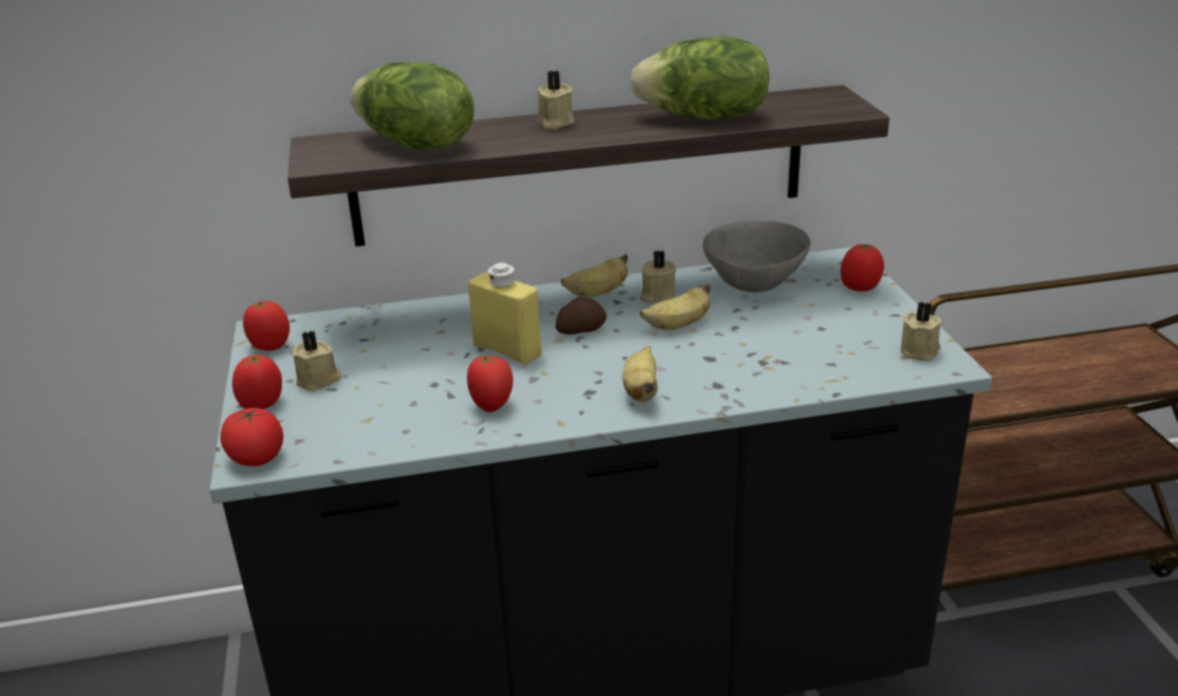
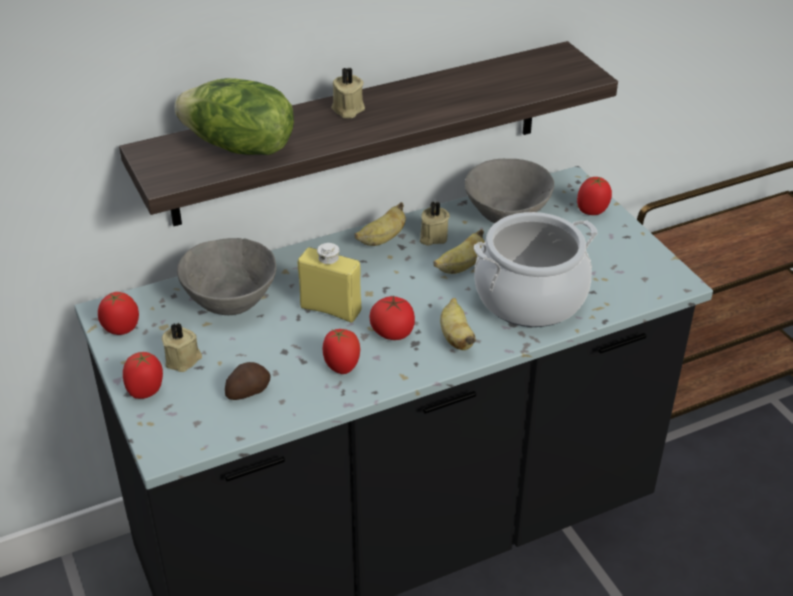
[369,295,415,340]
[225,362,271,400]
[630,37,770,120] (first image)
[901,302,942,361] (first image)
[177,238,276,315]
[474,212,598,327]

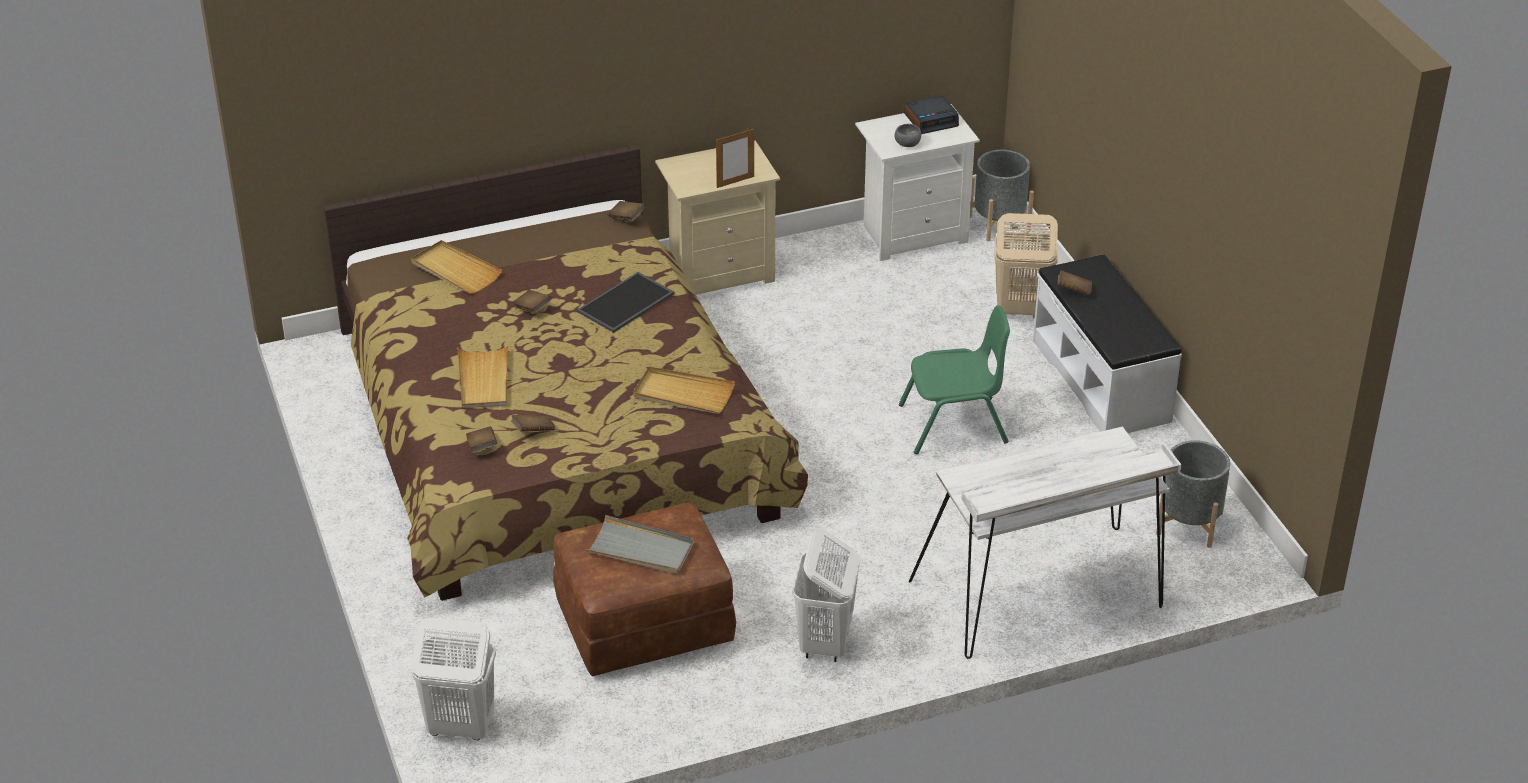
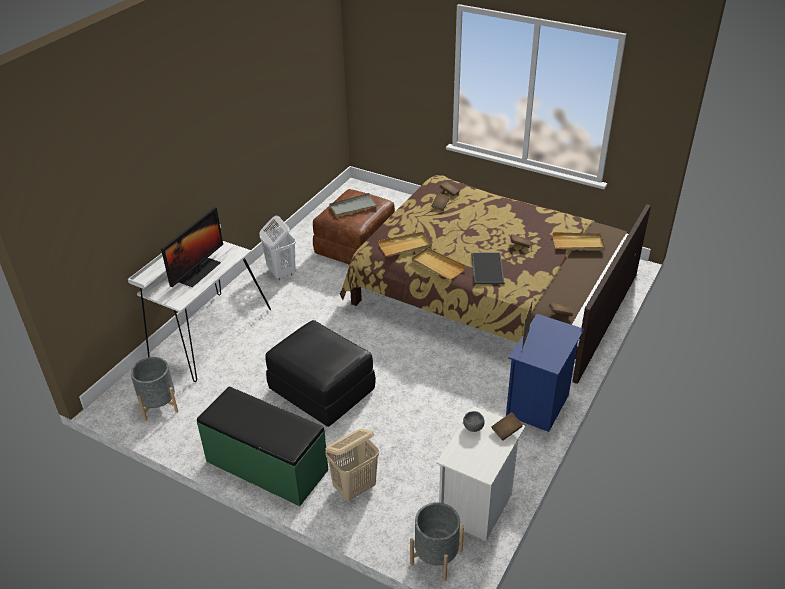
[411,618,496,740] (first image)
[411,248,466,280]
[506,314,584,432]
[265,320,376,427]
[904,96,959,134] (first image)
[197,387,328,506]
[491,412,523,441]
[161,207,223,287]

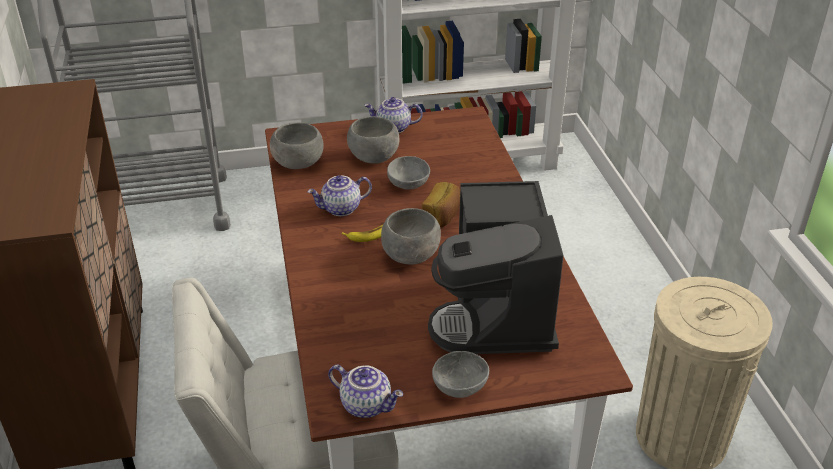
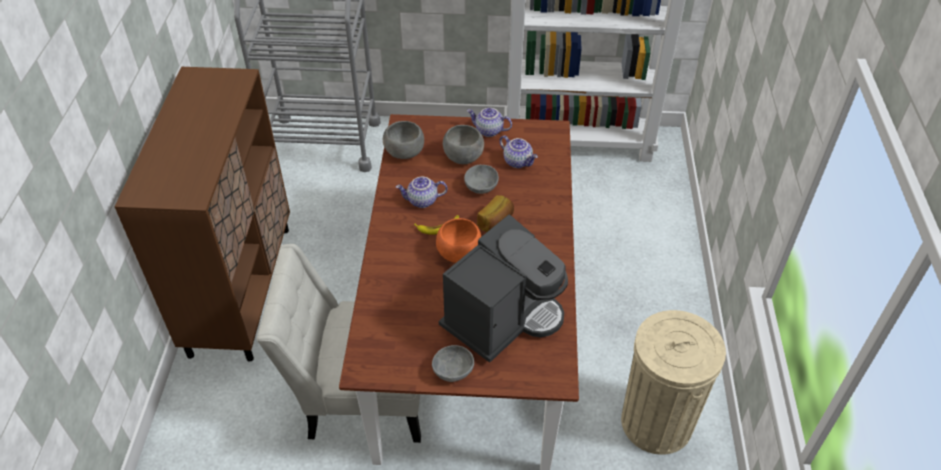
[500,135,538,168]
[436,218,482,263]
[439,214,568,363]

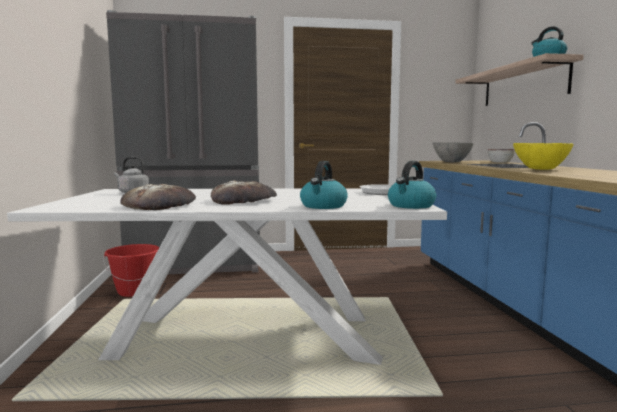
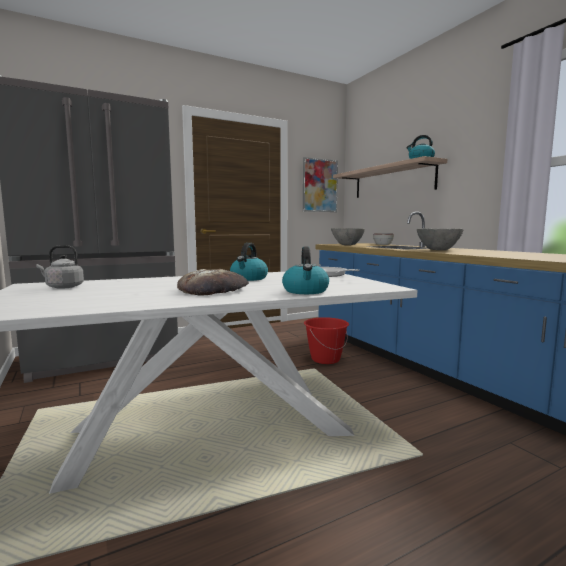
[304,317,349,364]
[120,184,196,210] (first image)
[230,243,268,281]
[417,229,464,250]
[303,157,338,212]

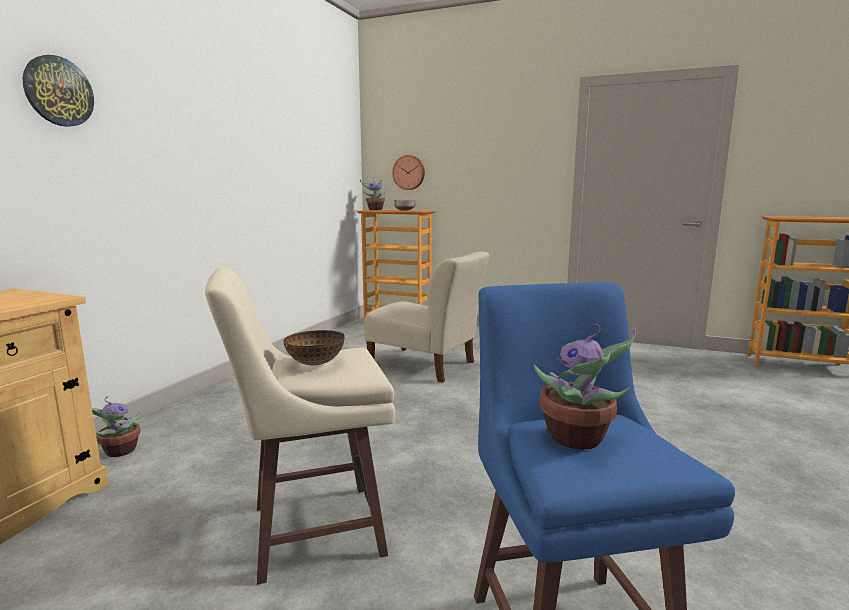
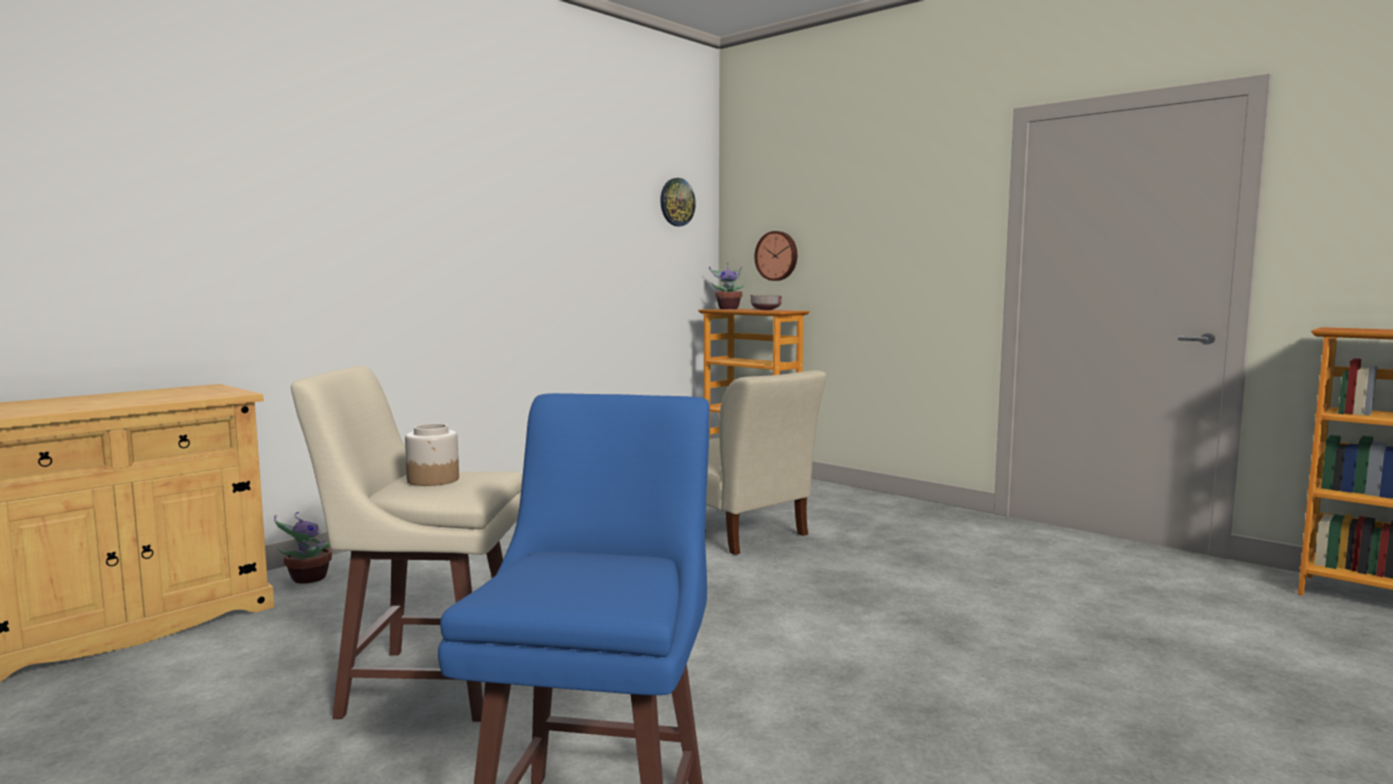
[660,178,696,226]
[405,424,459,486]
[534,323,636,449] (first image)

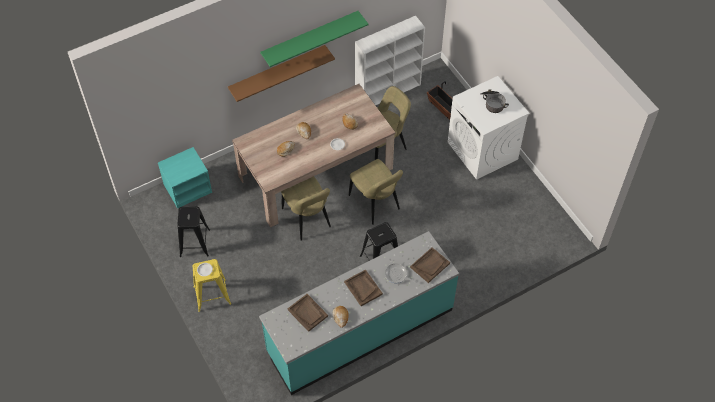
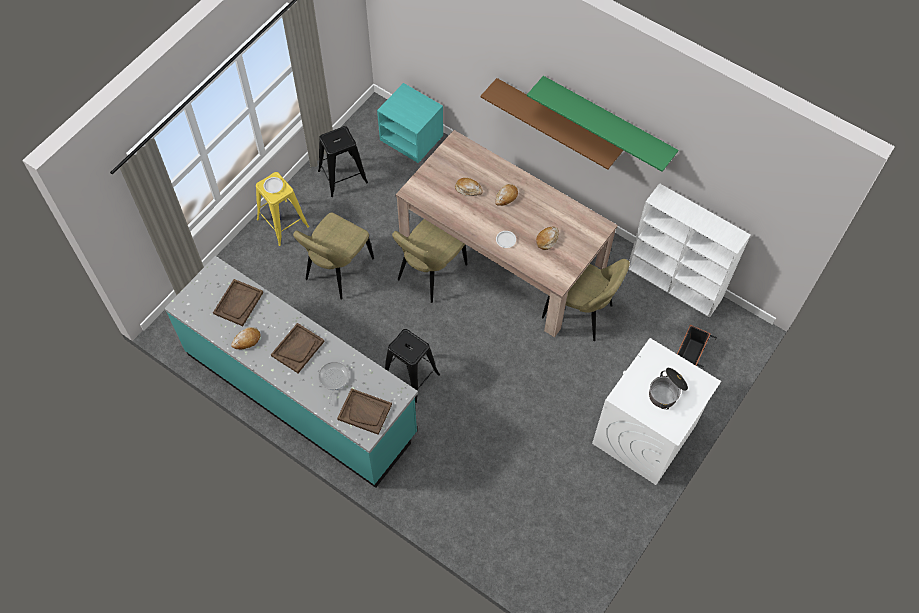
[293,213,374,299]

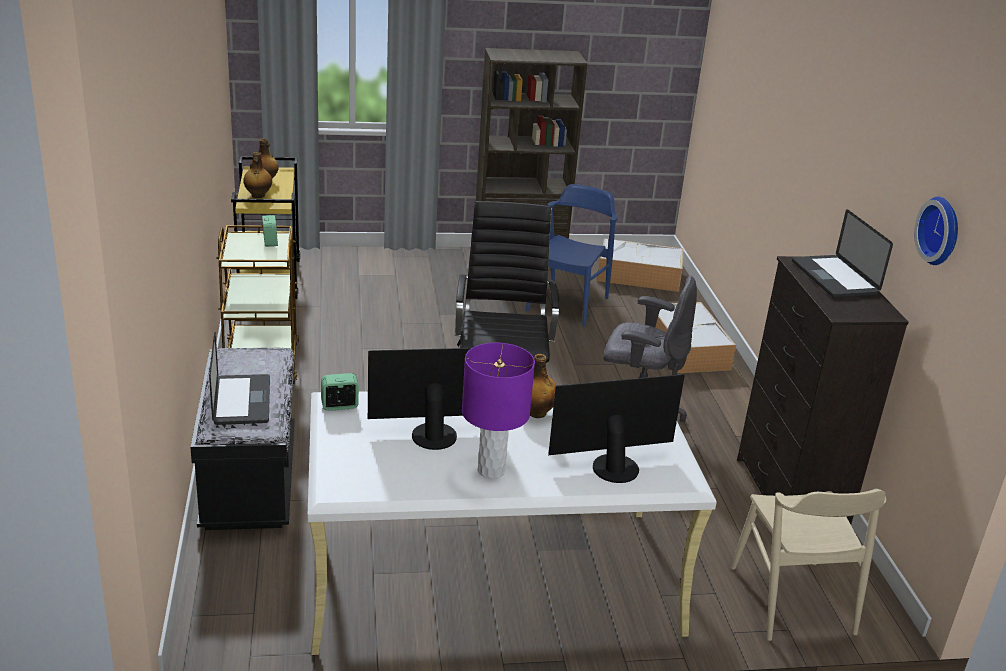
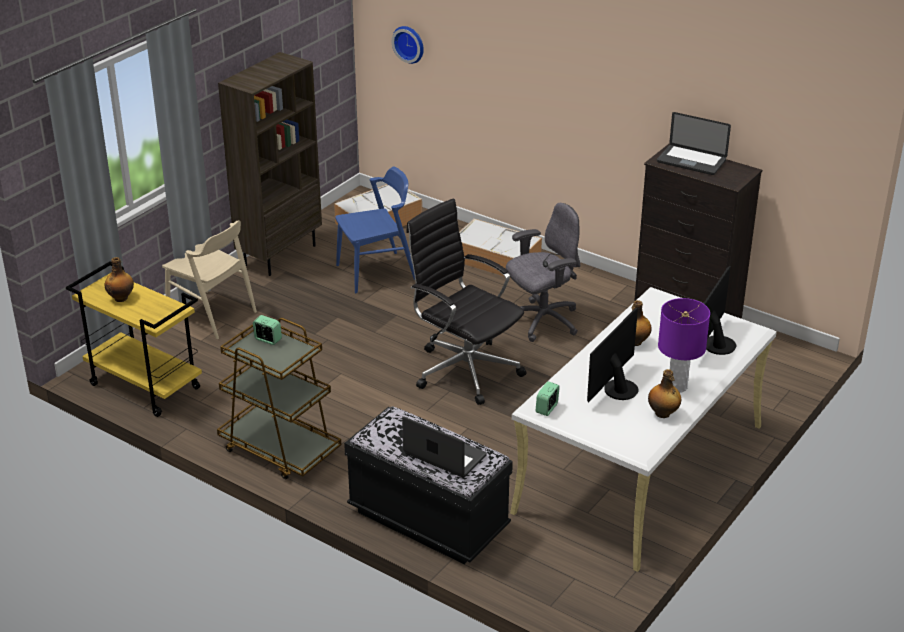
[648,369,681,418]
[335,167,415,293]
[162,220,257,339]
[392,26,424,64]

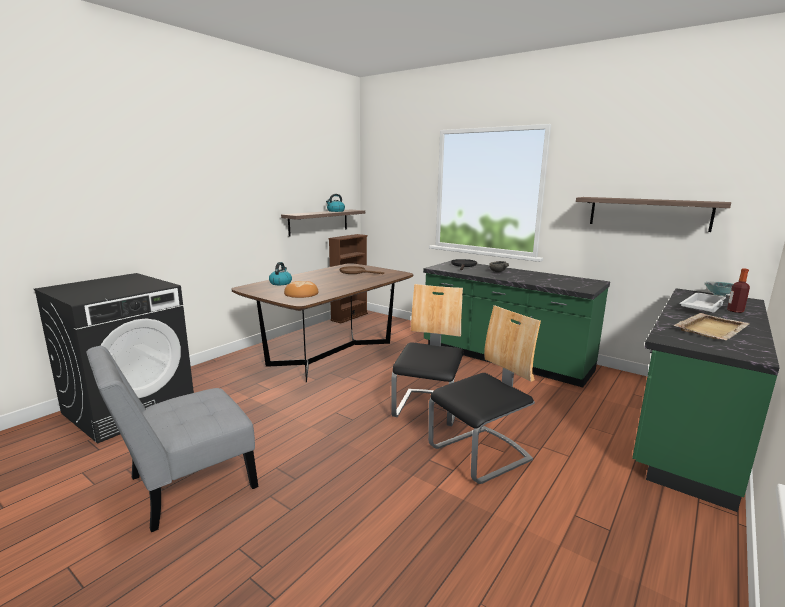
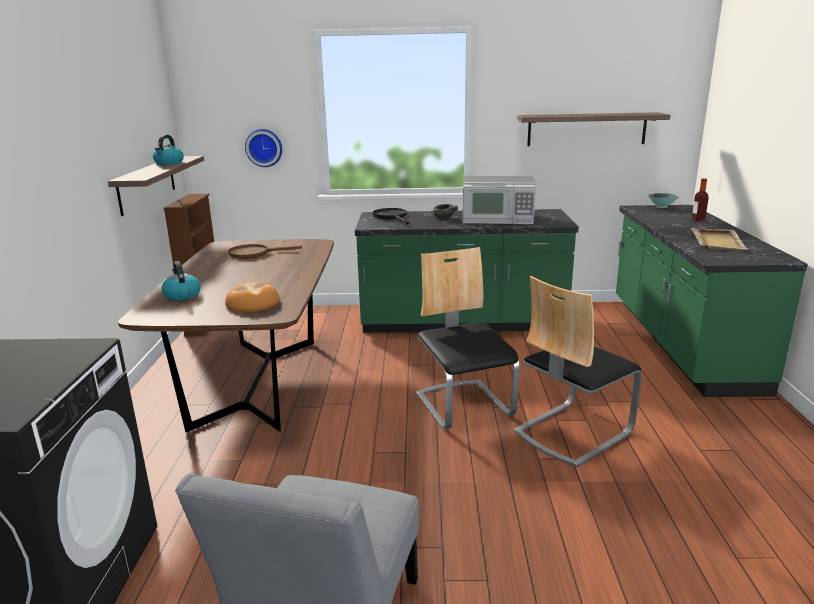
[514,276,642,467]
[680,292,726,313] (first image)
[245,129,282,167]
[463,176,536,224]

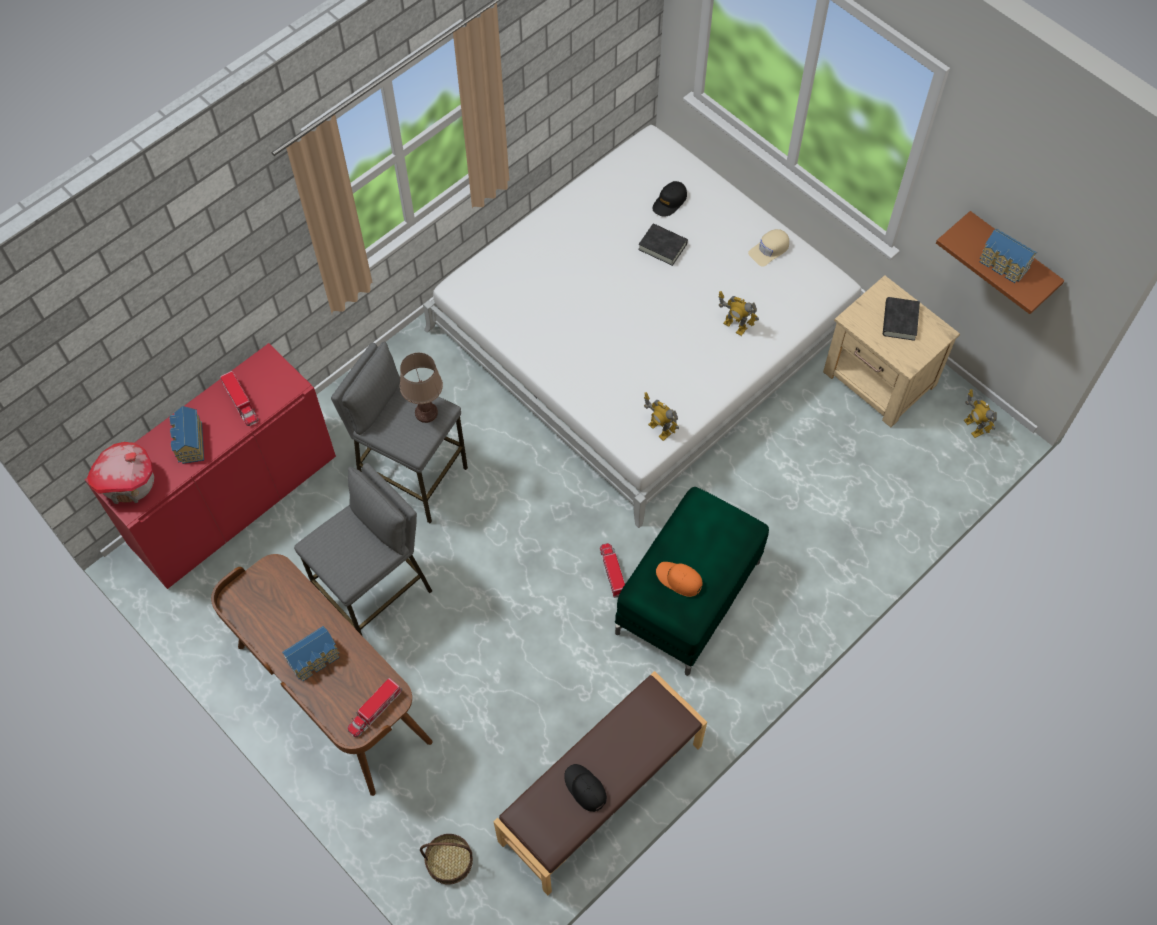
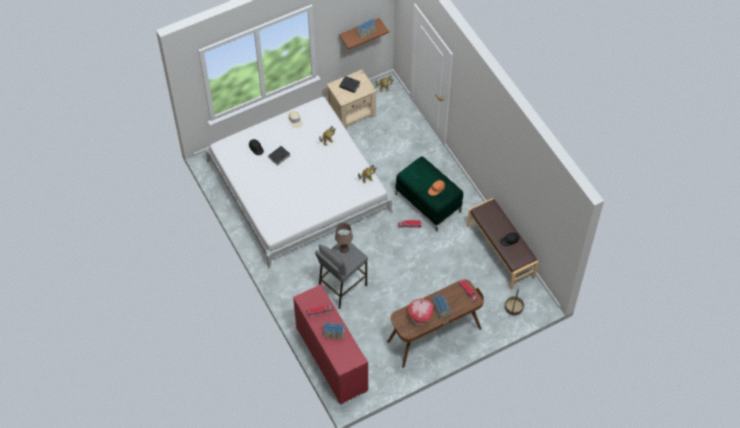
[408,298,434,326]
[294,463,432,635] (first image)

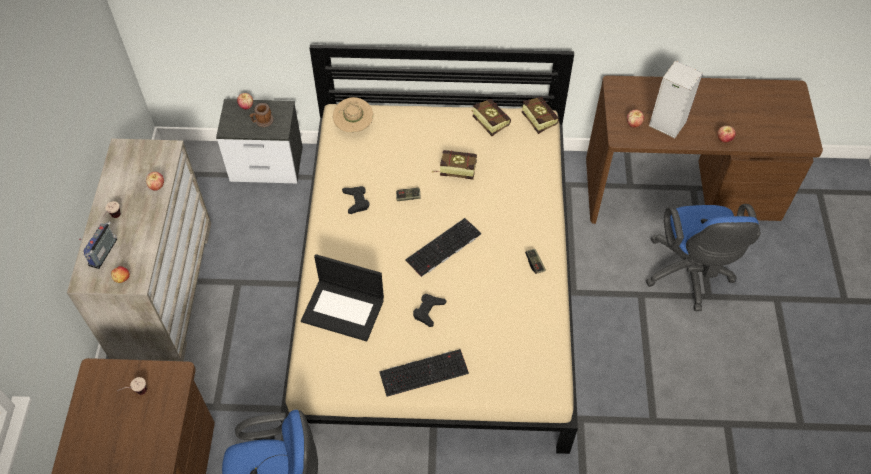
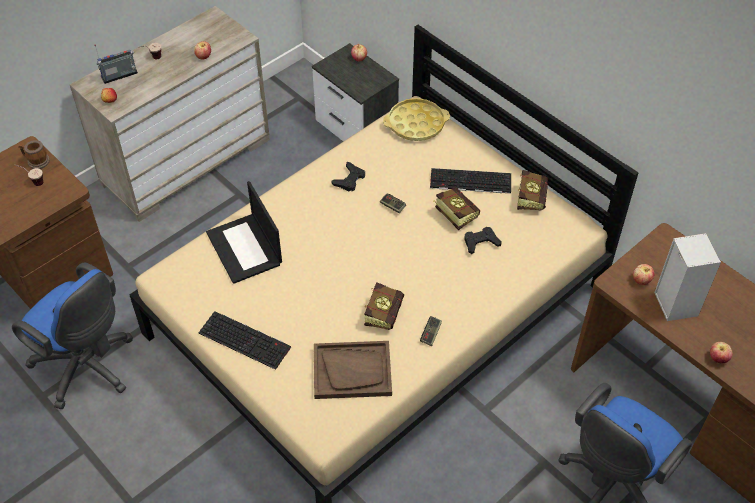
[18,140,50,169]
[383,98,450,141]
[430,168,511,193]
[464,227,502,254]
[364,283,404,330]
[314,341,392,399]

